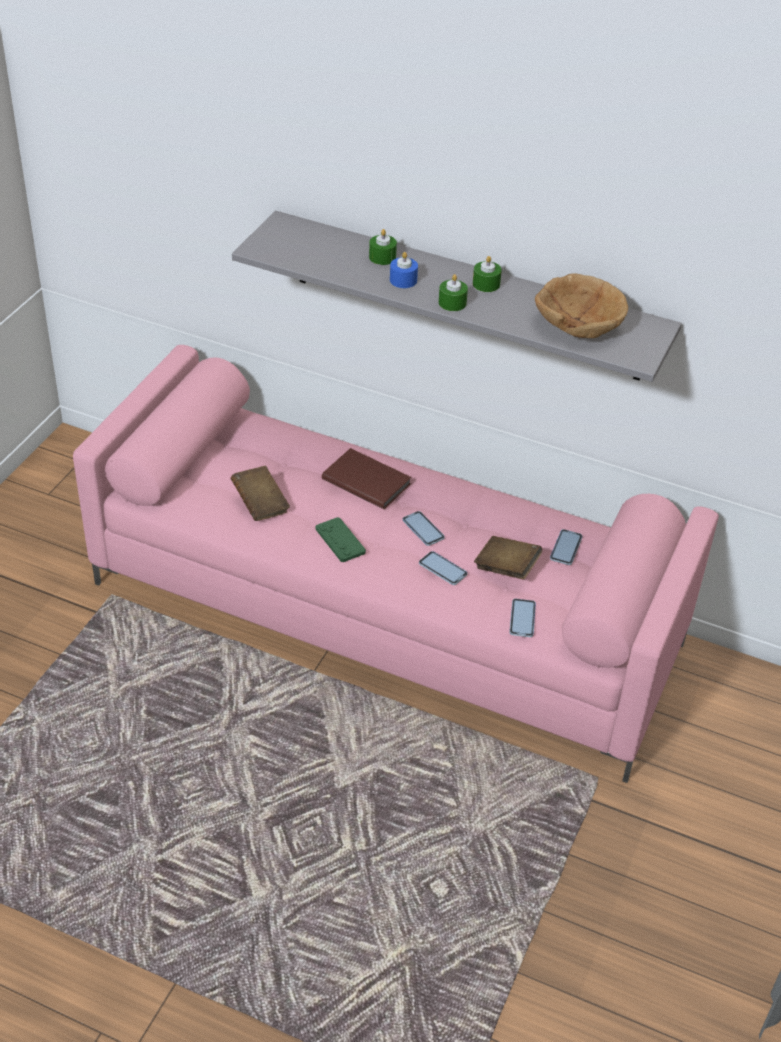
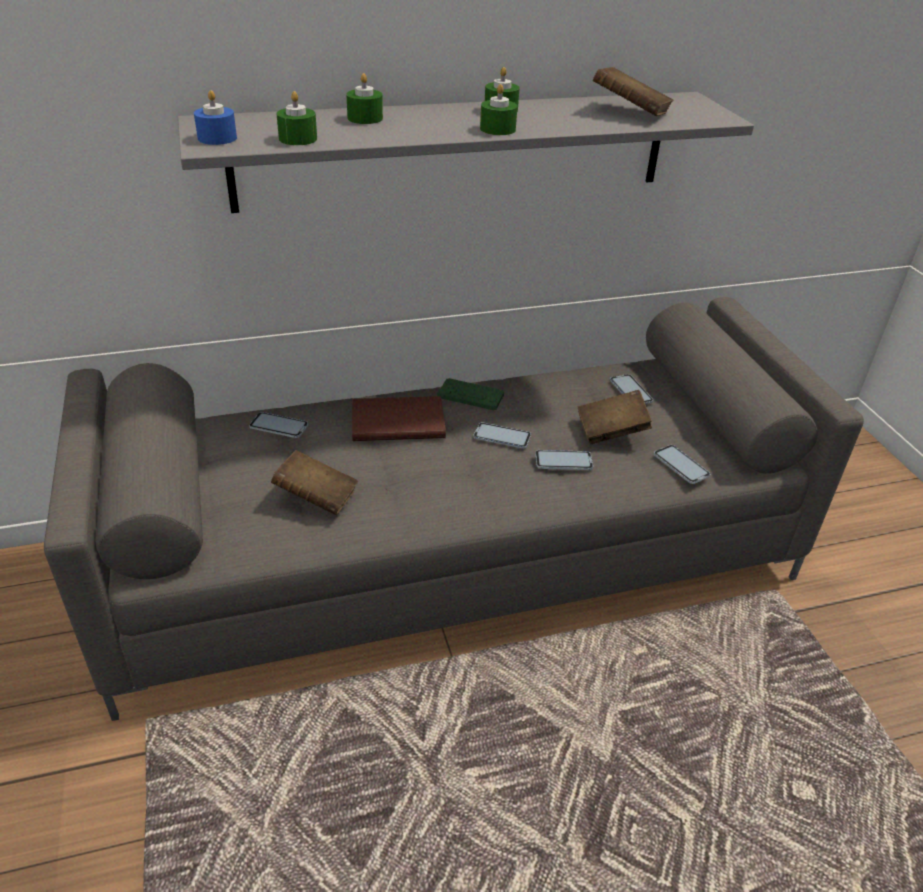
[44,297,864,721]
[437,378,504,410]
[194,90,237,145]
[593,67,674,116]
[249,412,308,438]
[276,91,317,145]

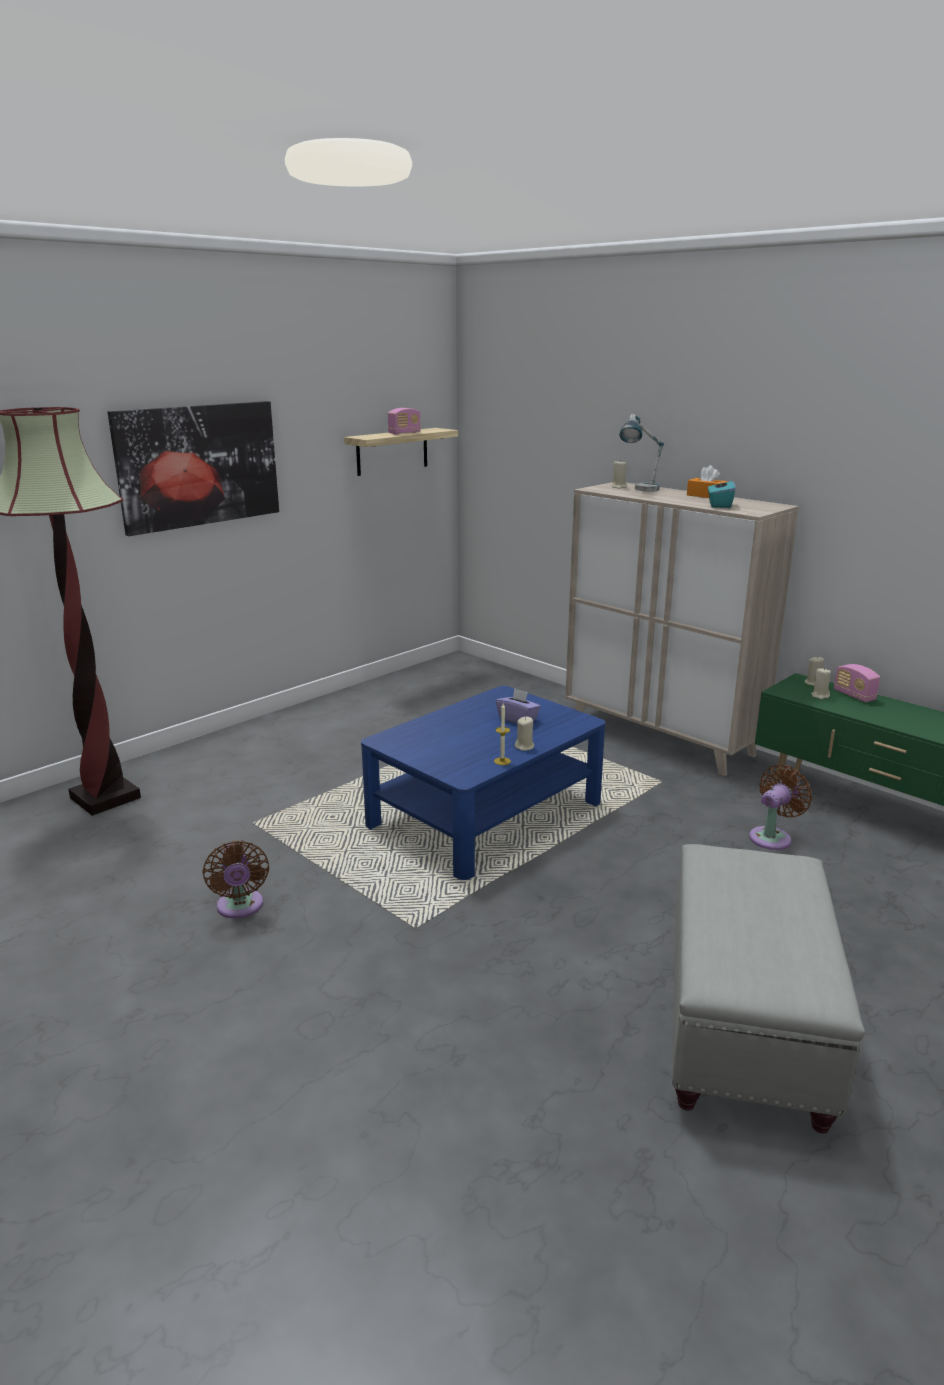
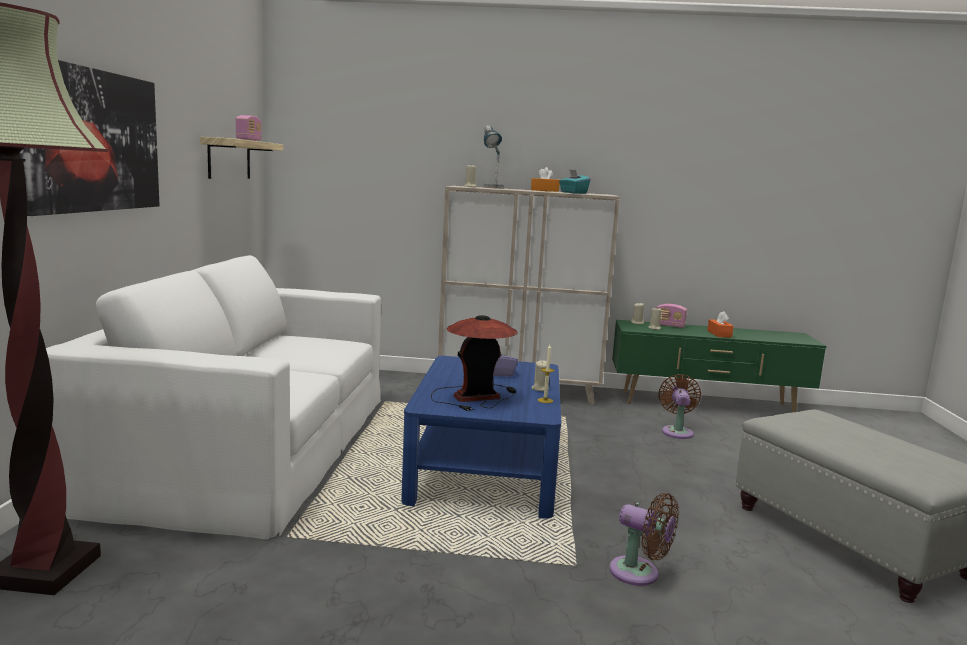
[609,493,679,586]
[46,255,381,540]
[431,315,518,411]
[707,311,734,338]

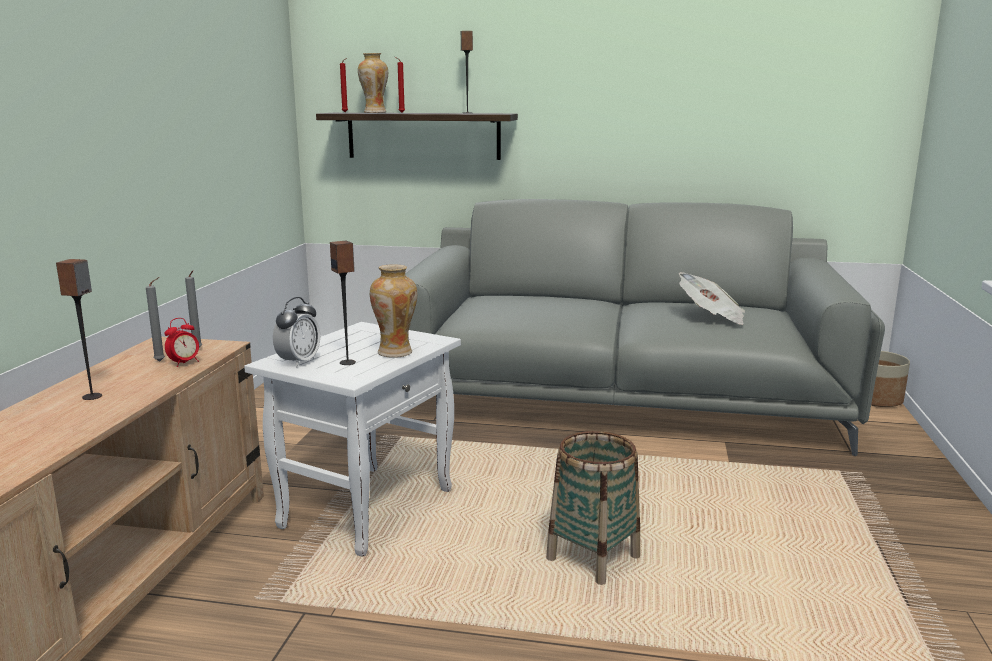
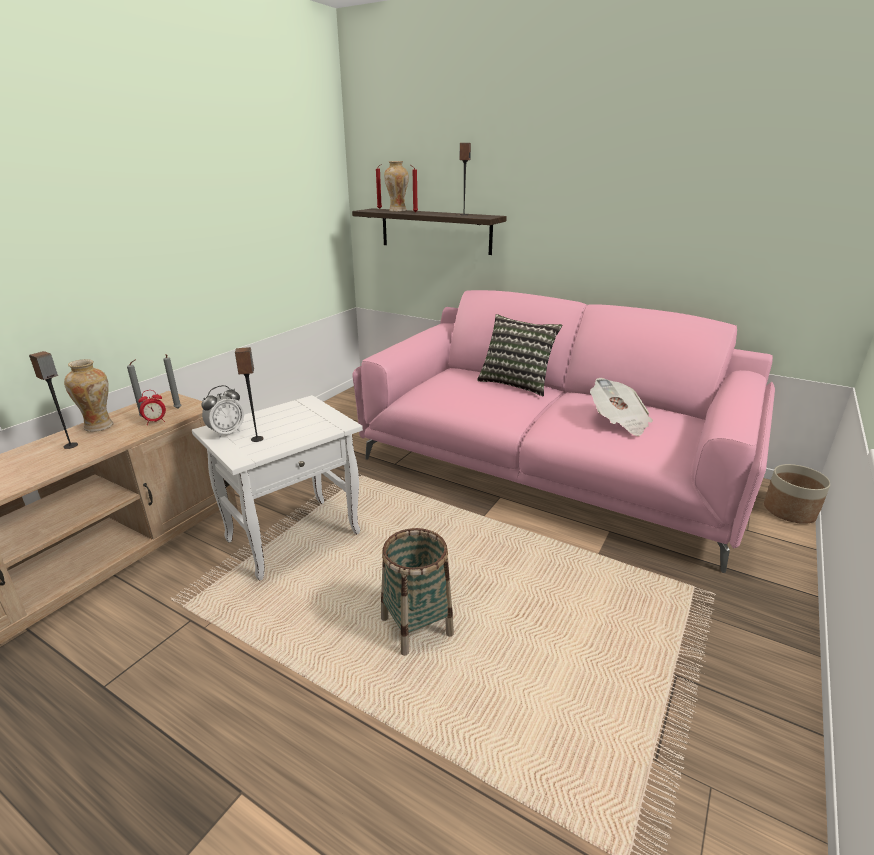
[64,359,113,432]
[352,290,775,573]
[477,314,562,396]

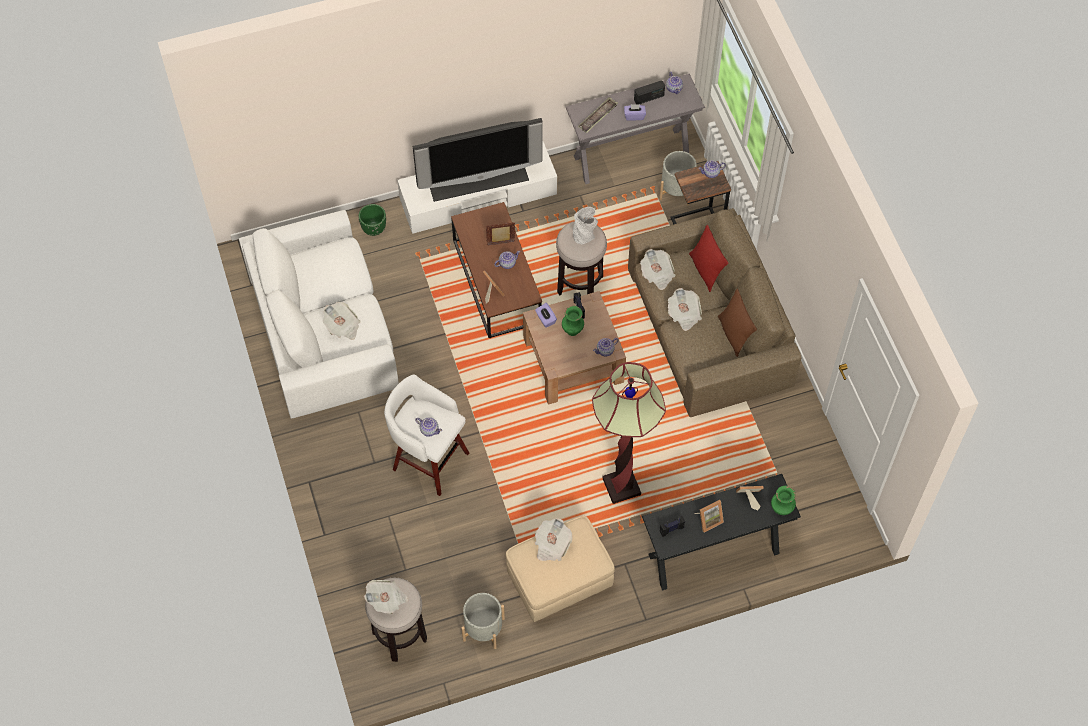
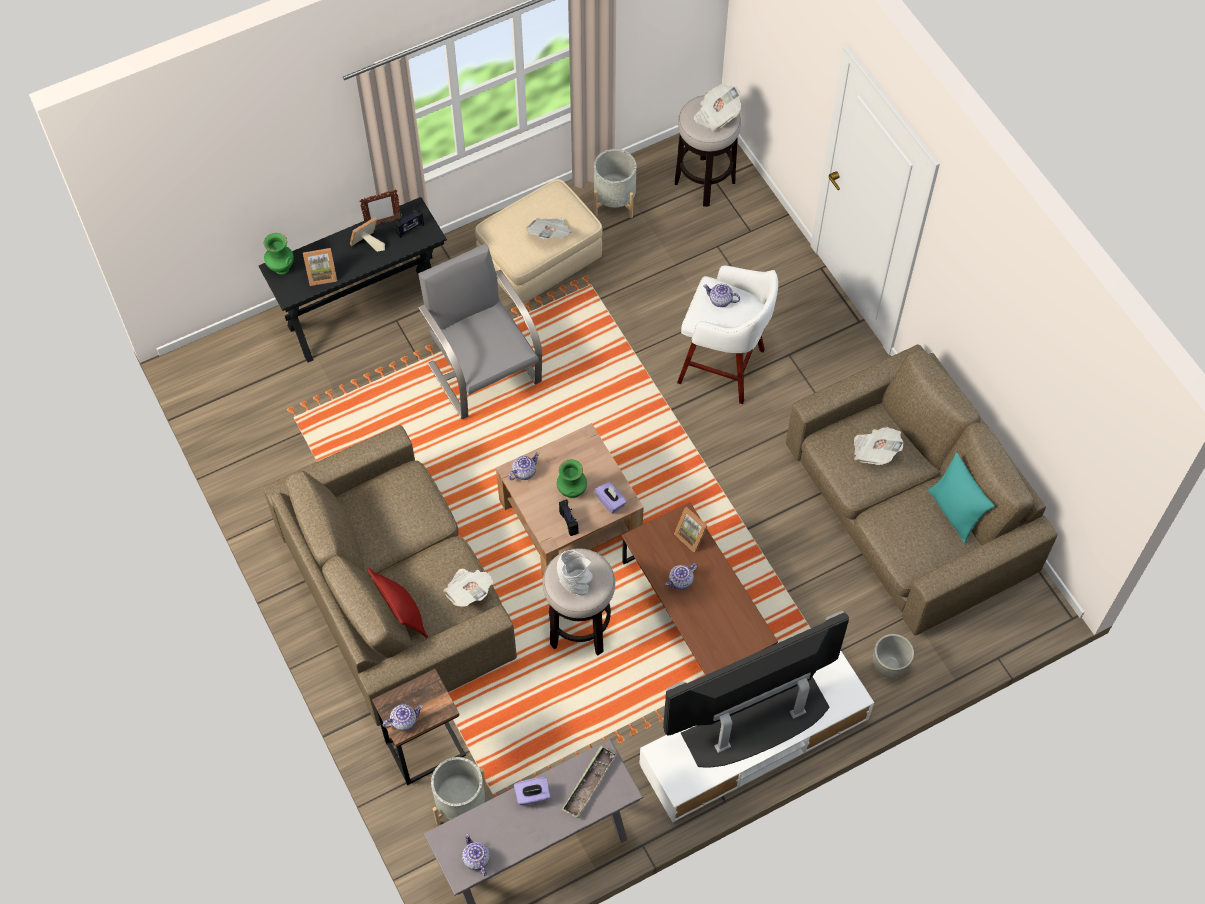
[786,344,1058,635]
[873,634,914,679]
[359,189,401,225]
[418,244,542,419]
[634,81,665,104] (first image)
[668,288,702,331] (first image)
[718,289,757,357] (first image)
[928,453,994,543]

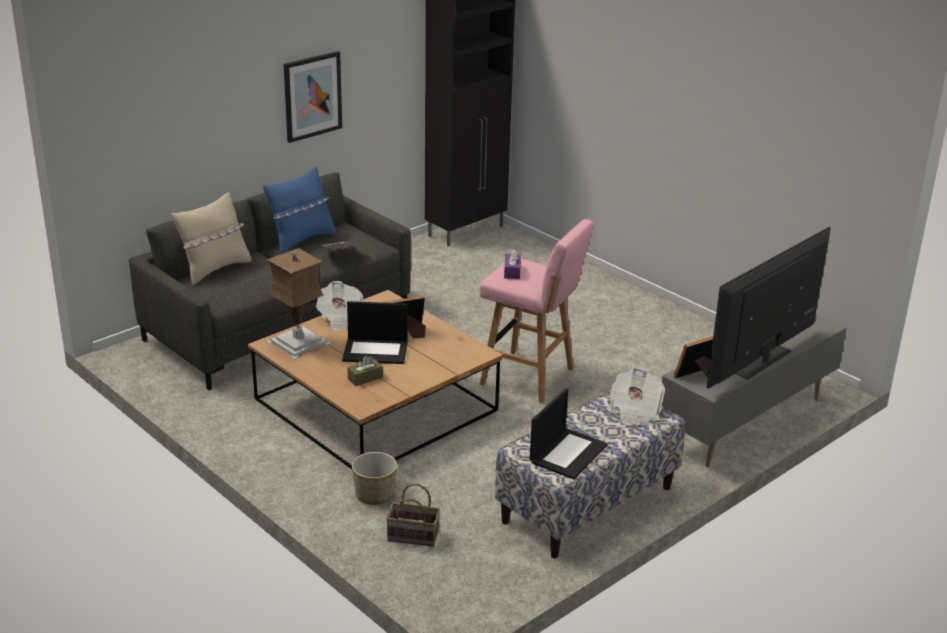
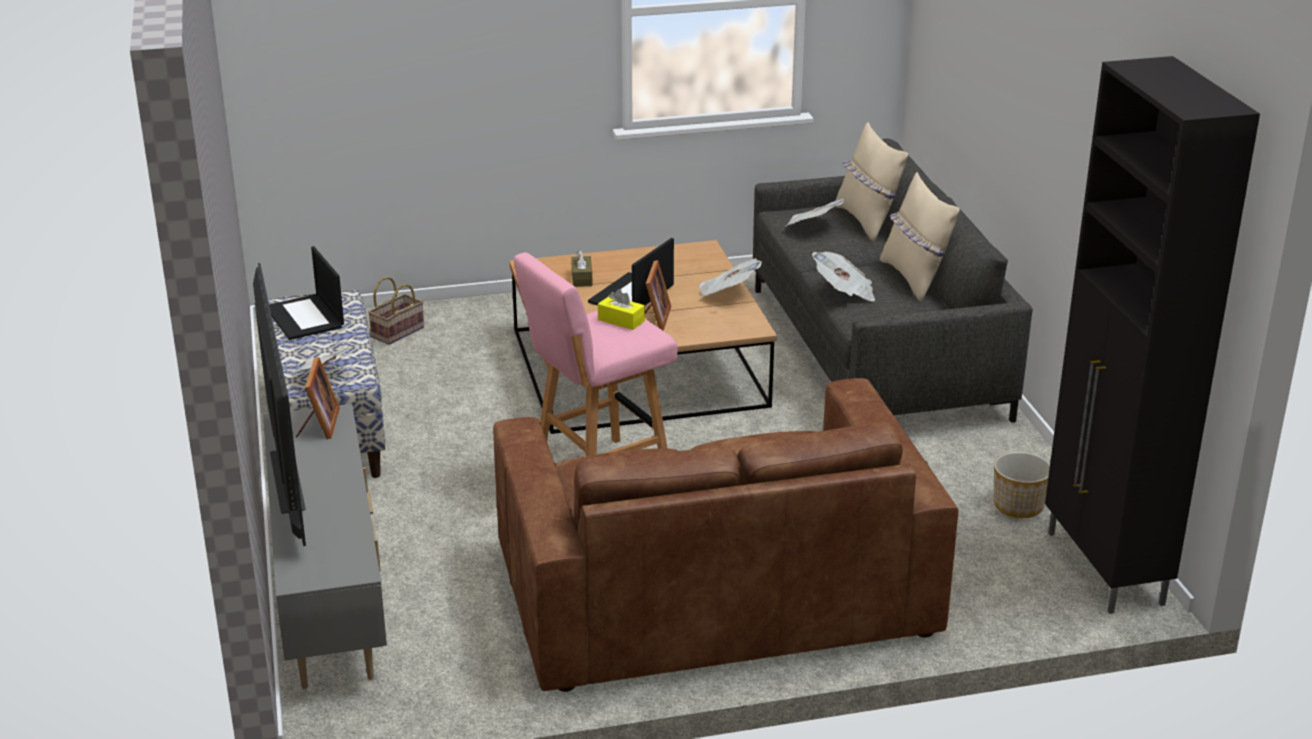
[880,172,960,302]
[266,248,332,360] (first image)
[284,51,342,143] (first image)
[994,452,1050,518]
[598,289,645,330]
[493,378,958,692]
[785,198,845,226]

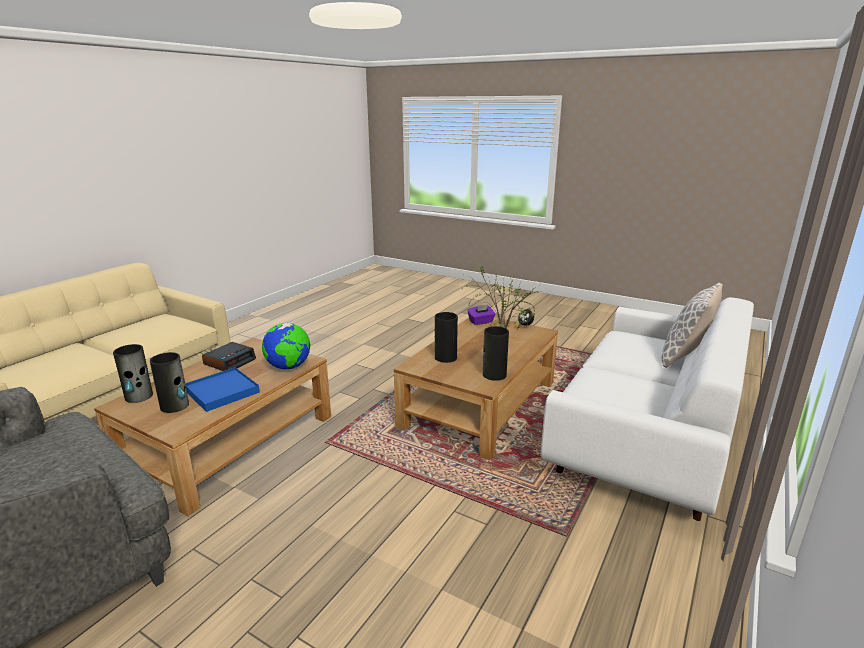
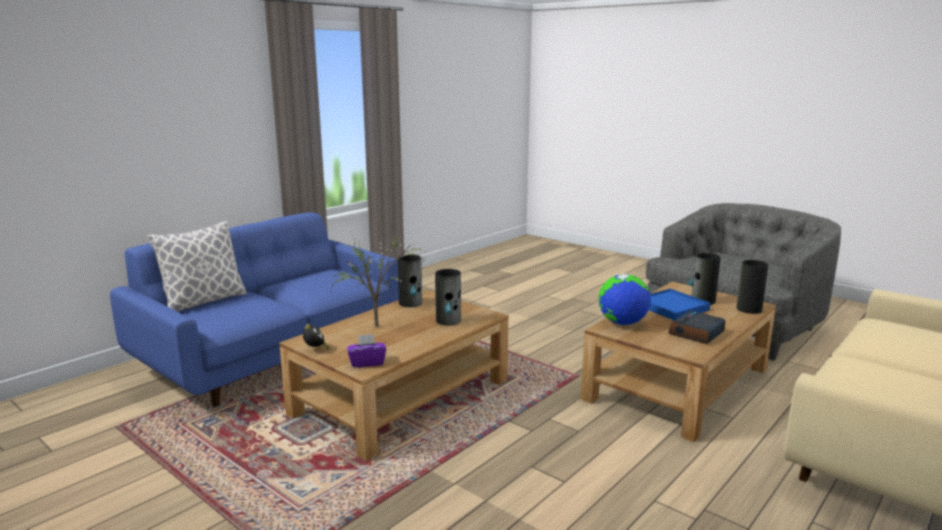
[110,213,399,407]

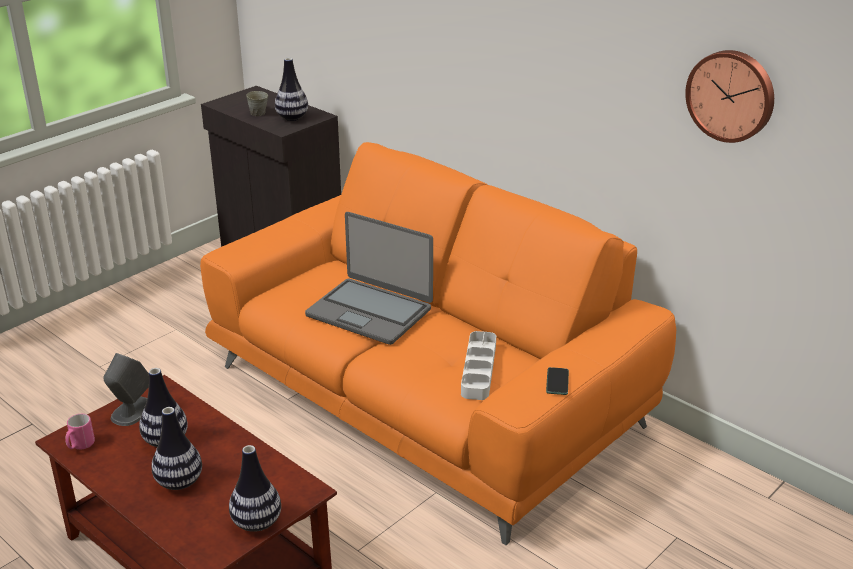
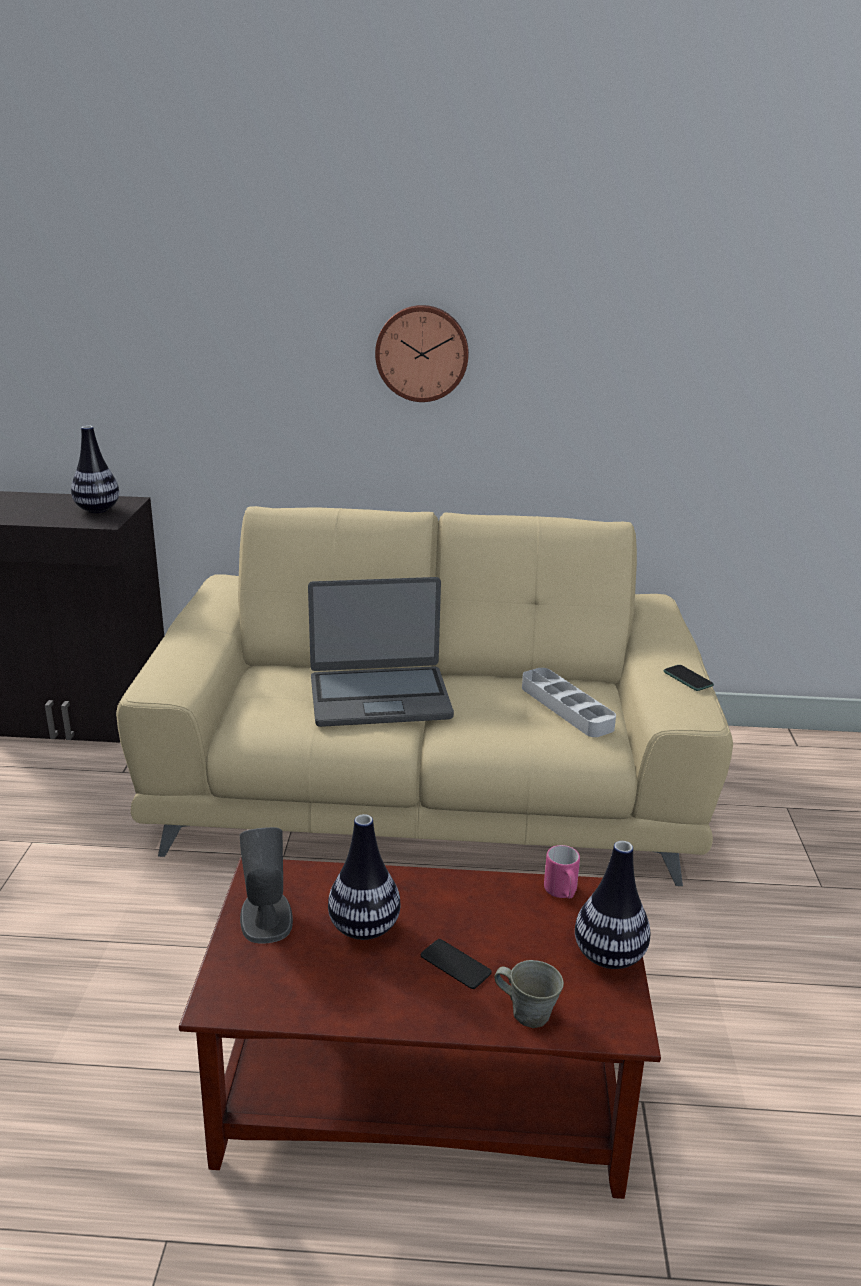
[544,845,580,899]
[421,939,492,989]
[116,506,733,886]
[494,960,564,1028]
[375,305,469,402]

